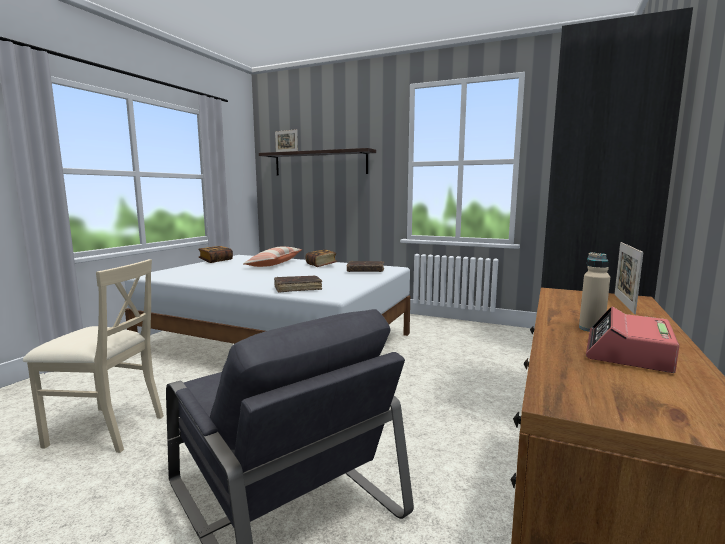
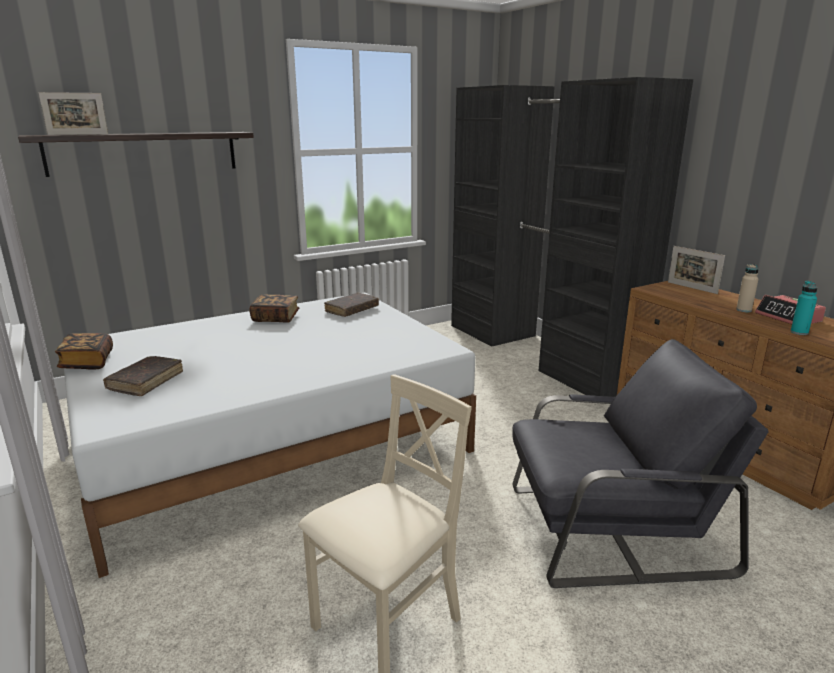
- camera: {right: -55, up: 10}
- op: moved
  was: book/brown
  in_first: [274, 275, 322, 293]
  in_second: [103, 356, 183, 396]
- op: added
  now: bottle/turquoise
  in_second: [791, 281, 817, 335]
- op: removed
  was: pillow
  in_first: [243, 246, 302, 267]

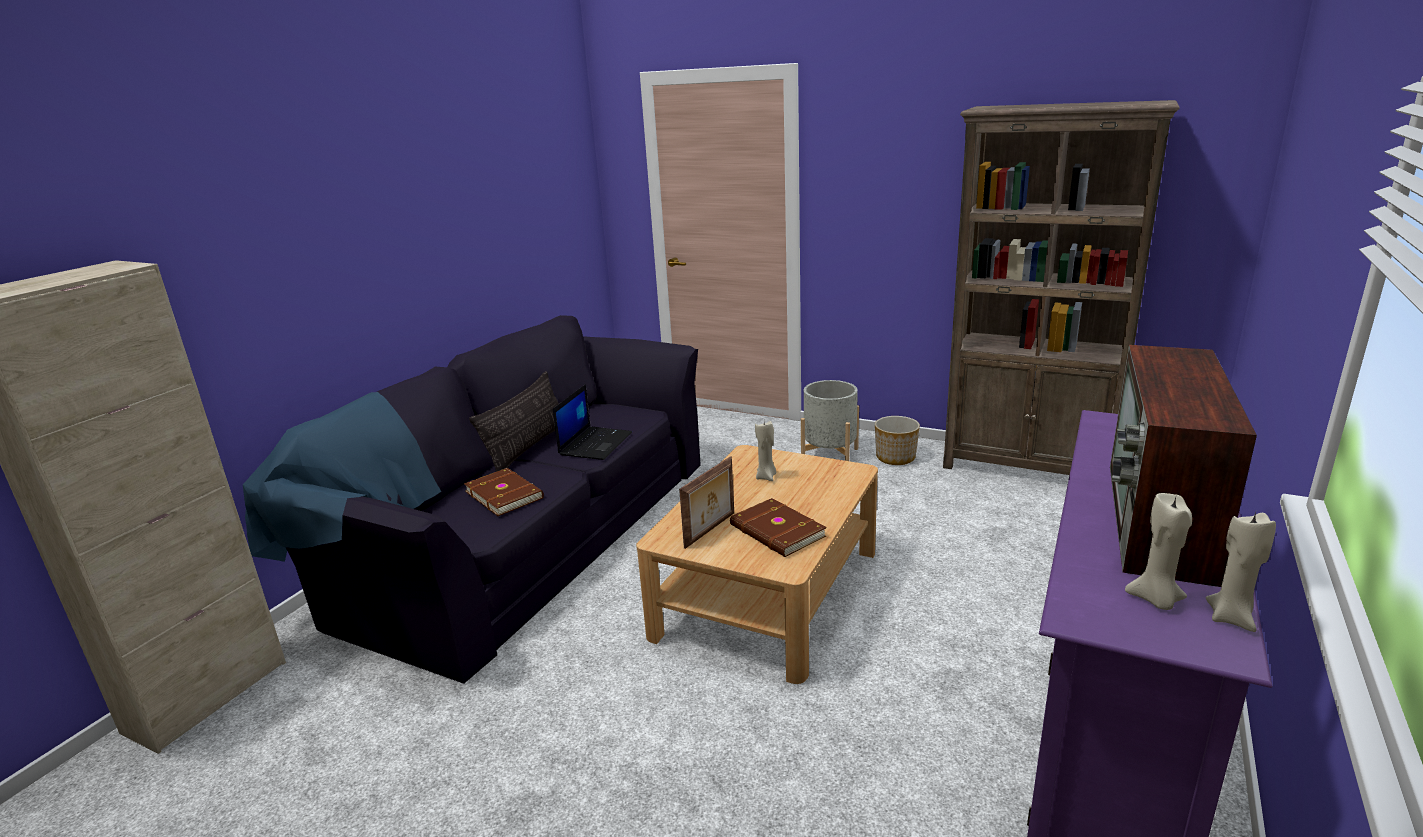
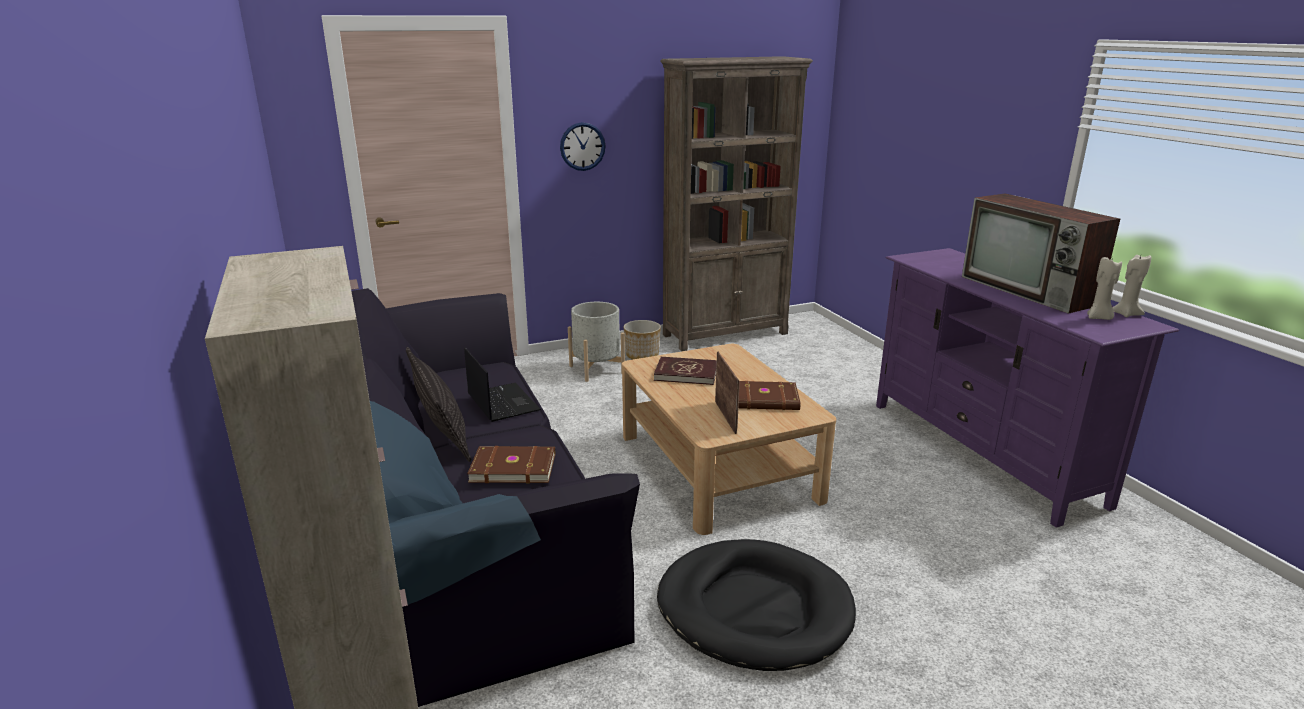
- camera: {right: -50, up: 0}
- op: added
  now: wall clock
  in_second: [560, 122, 606, 171]
- op: replaced
  was: candle/beige
  now: book/red
  in_first: [755, 421, 777, 481]
  in_second: [654, 357, 717, 385]
- op: added
  now: dog bed/black
  in_second: [657, 539, 856, 671]

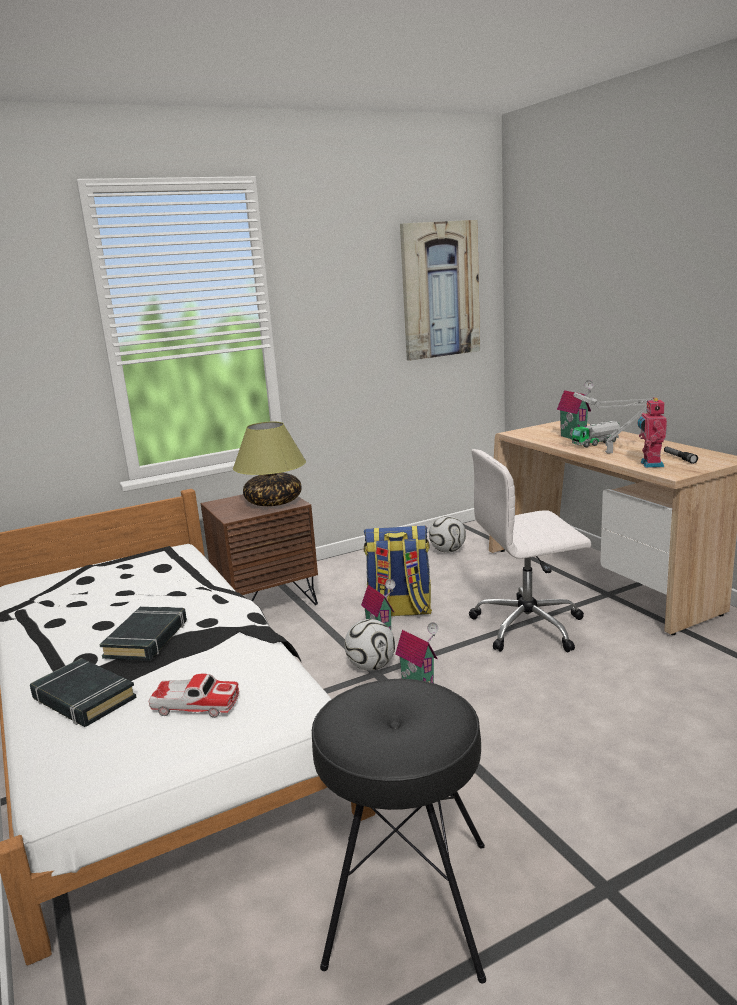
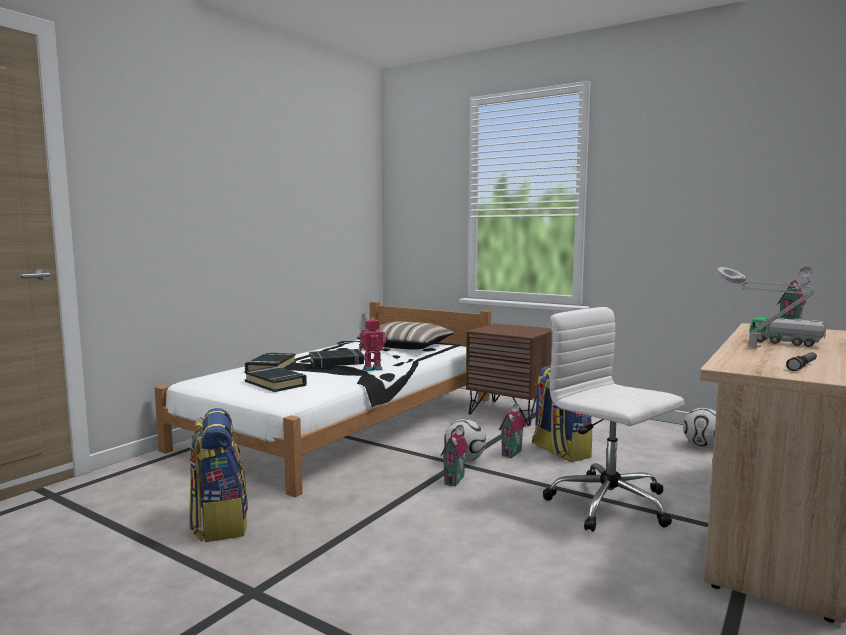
- camera: {right: 60, up: -10}
- op: replaced
  was: stool/black
  now: backpack
  in_first: [312, 678, 486, 984]
  in_second: [189, 408, 248, 542]
- op: replaced
  was: toy car
  now: book/black
  in_first: [148, 674, 239, 718]
  in_second: [245, 366, 307, 392]
- op: added
  now: pillow
  in_second: [357, 321, 454, 350]
- op: moved
  was: toy robot
  in_first: [638, 397, 667, 468]
  in_second: [359, 318, 386, 371]
- op: removed
  was: table lamp
  in_first: [233, 422, 306, 506]
- op: removed
  was: picture
  in_first: [400, 220, 480, 361]

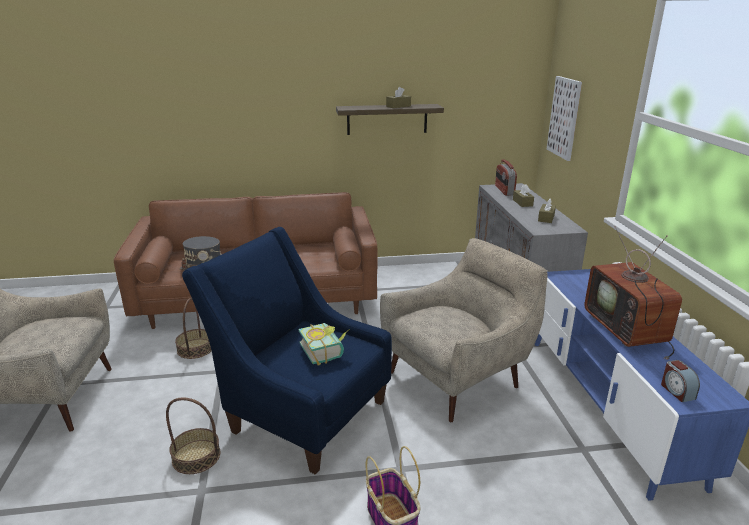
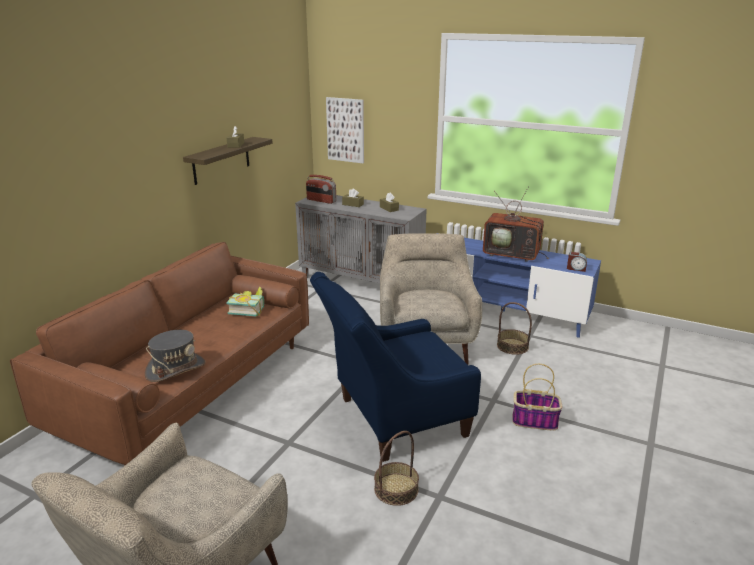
- camera: {right: -55, up: 0}
- op: moved
  was: book
  in_first: [299, 323, 350, 366]
  in_second: [226, 287, 264, 317]
- op: moved
  was: basket
  in_first: [175, 298, 212, 359]
  in_second: [497, 302, 532, 355]

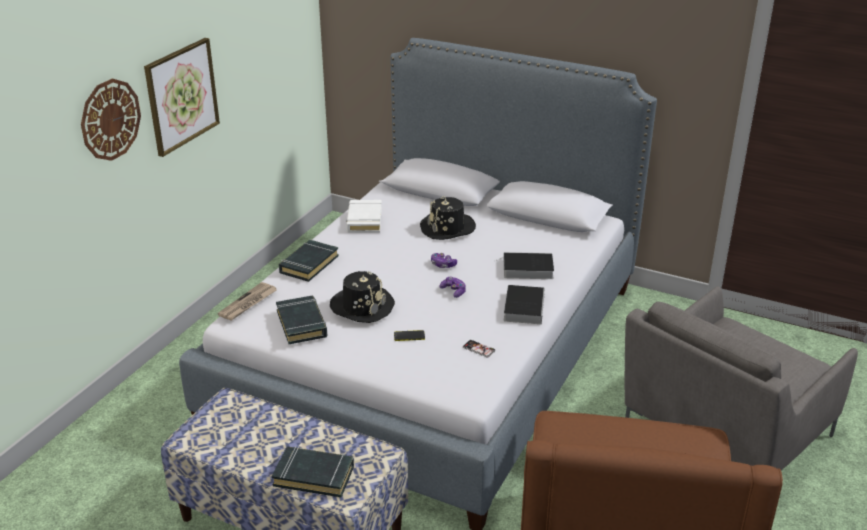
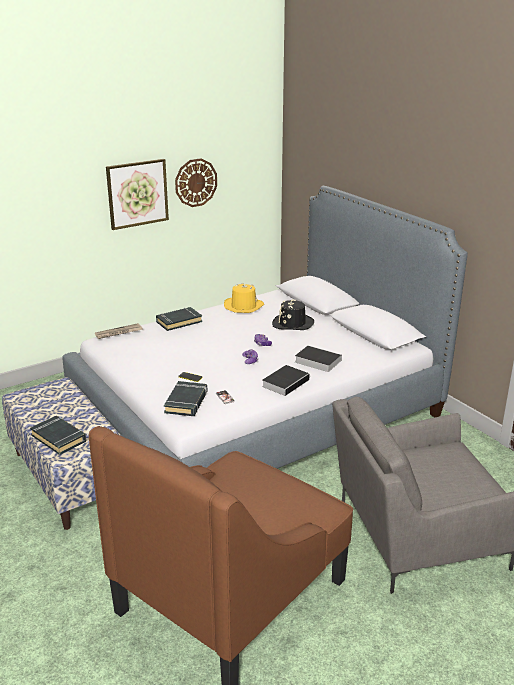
- camera: {right: 30, up: -5}
- op: moved
  was: book/black
  in_first: [276, 296, 327, 344]
  in_second: [164, 381, 207, 416]
- op: moved
  was: wall clock
  in_first: [81, 79, 141, 161]
  in_second: [175, 158, 217, 207]
- op: replaced
  was: book/white
  now: hat/yellow
  in_first: [346, 200, 382, 233]
  in_second: [224, 283, 264, 313]
- op: removed
  was: hat/black
  in_first: [330, 271, 395, 323]

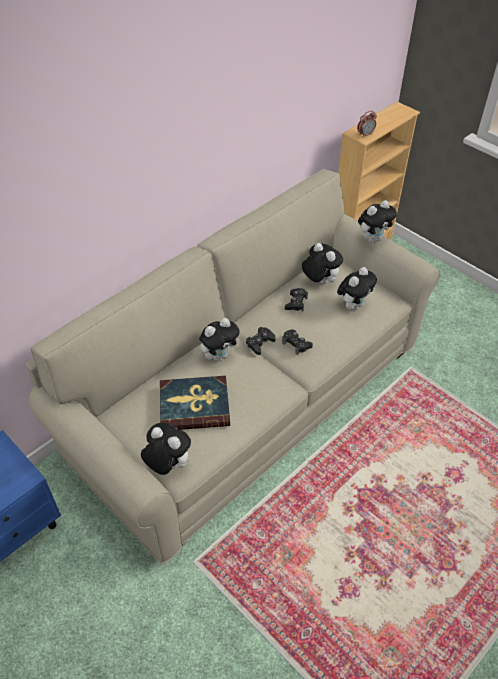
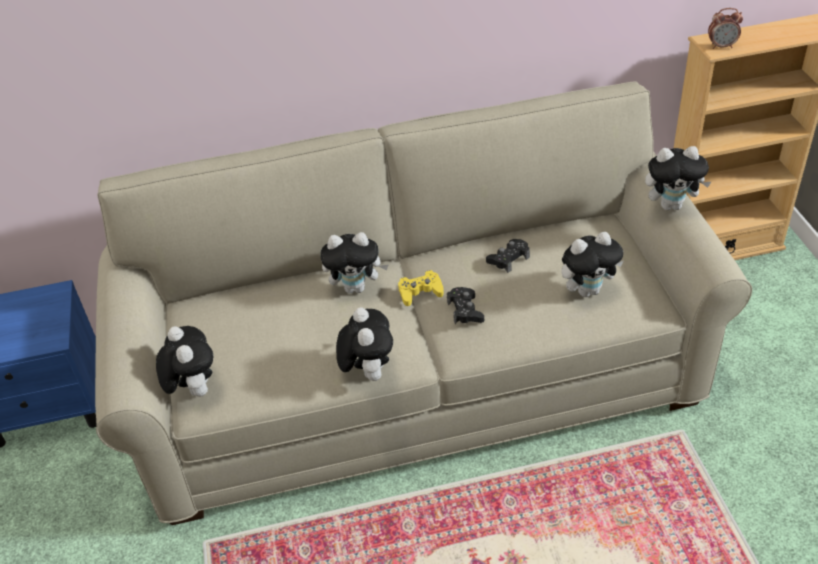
- camera: {right: 35, up: -5}
- op: moved
  was: plush toy
  in_first: [302, 243, 343, 284]
  in_second: [336, 308, 393, 381]
- op: recoloured
  was: game controller/black
  now: game controller/yellow
  in_first: [246, 327, 276, 355]
  in_second: [398, 270, 444, 306]
- op: removed
  was: book
  in_first: [160, 376, 230, 430]

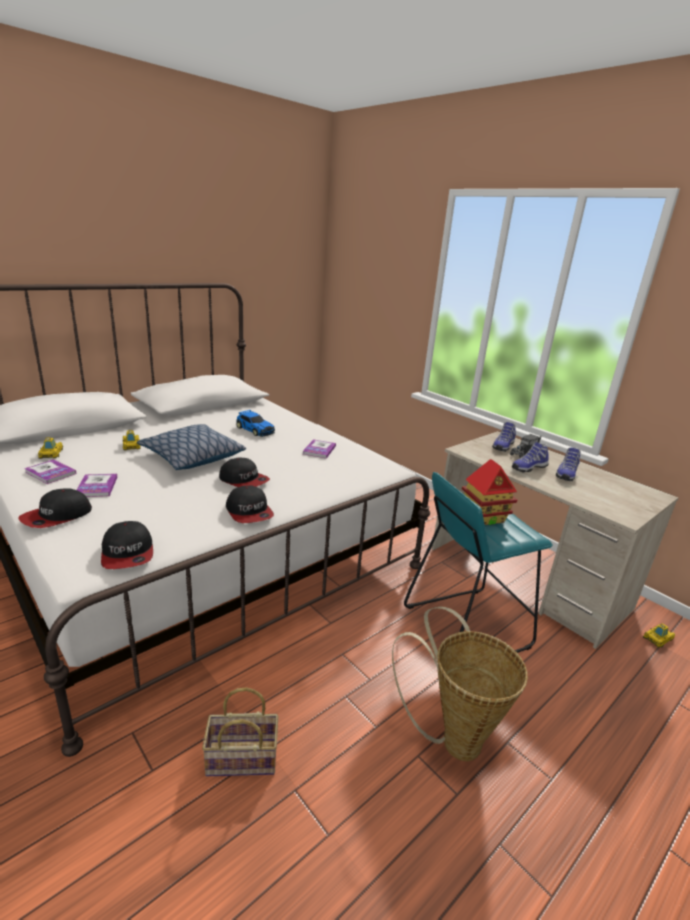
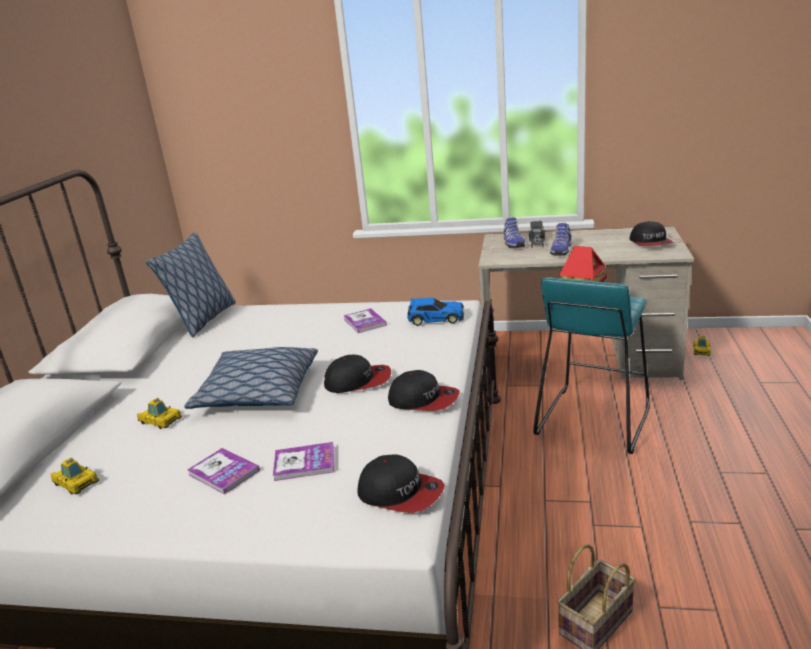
- camera: {right: -35, up: 0}
- op: added
  now: pillow
  in_second: [146, 232, 236, 337]
- op: moved
  was: book
  in_first: [24, 459, 76, 484]
  in_second: [273, 442, 334, 481]
- op: moved
  was: toy car
  in_first: [236, 410, 275, 437]
  in_second: [407, 298, 464, 326]
- op: moved
  was: cap
  in_first: [18, 488, 92, 528]
  in_second: [629, 221, 673, 246]
- op: removed
  was: basket
  in_first: [392, 606, 528, 761]
- op: removed
  was: shoe
  in_first: [556, 447, 580, 481]

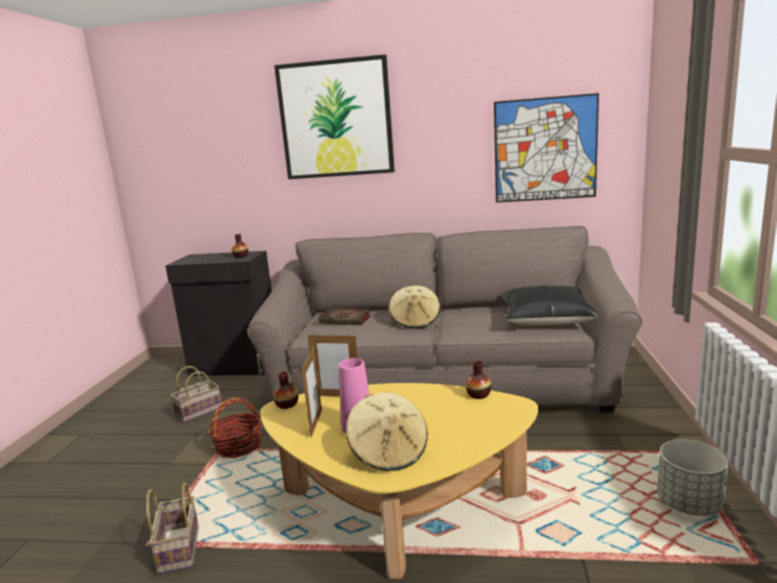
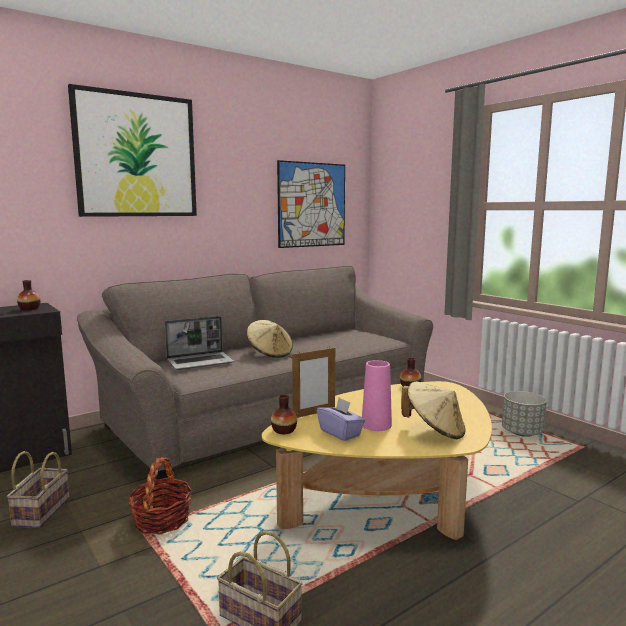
- camera: {right: -45, up: -5}
- op: replaced
  was: book
  now: laptop
  in_first: [318, 308, 371, 325]
  in_second: [165, 316, 234, 370]
- op: replaced
  was: picture frame
  now: tissue box/purple
  in_first: [302, 347, 322, 438]
  in_second: [317, 398, 365, 441]
- op: removed
  was: pillow/black
  in_first: [500, 285, 599, 325]

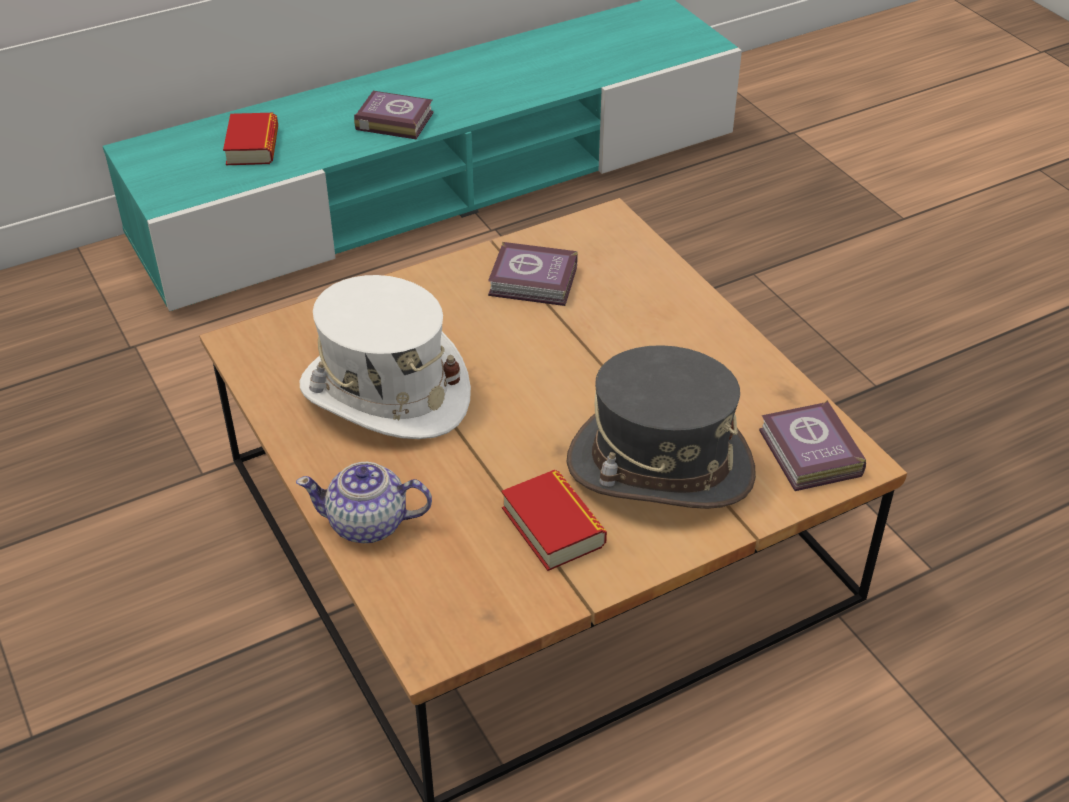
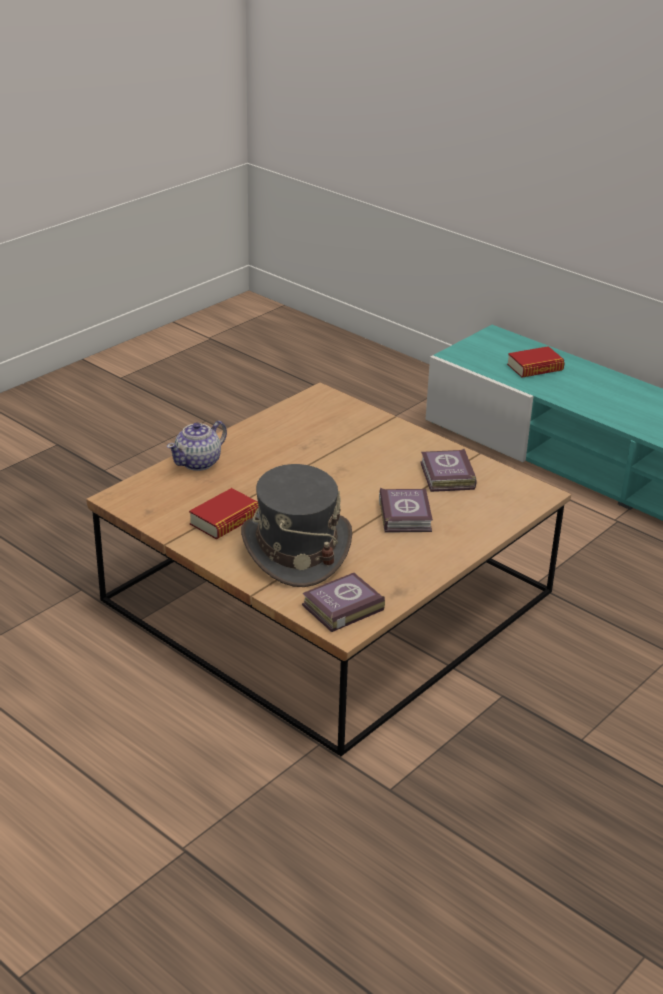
- camera: {right: 70, up: -10}
- op: turned
  was: teapot
  in_first: [296, 462, 432, 543]
  in_second: [167, 421, 227, 471]
  clockwise: -120
- op: moved
  was: book
  in_first: [354, 91, 434, 140]
  in_second: [379, 488, 433, 533]
- op: removed
  was: hat/white
  in_first: [299, 275, 471, 439]

